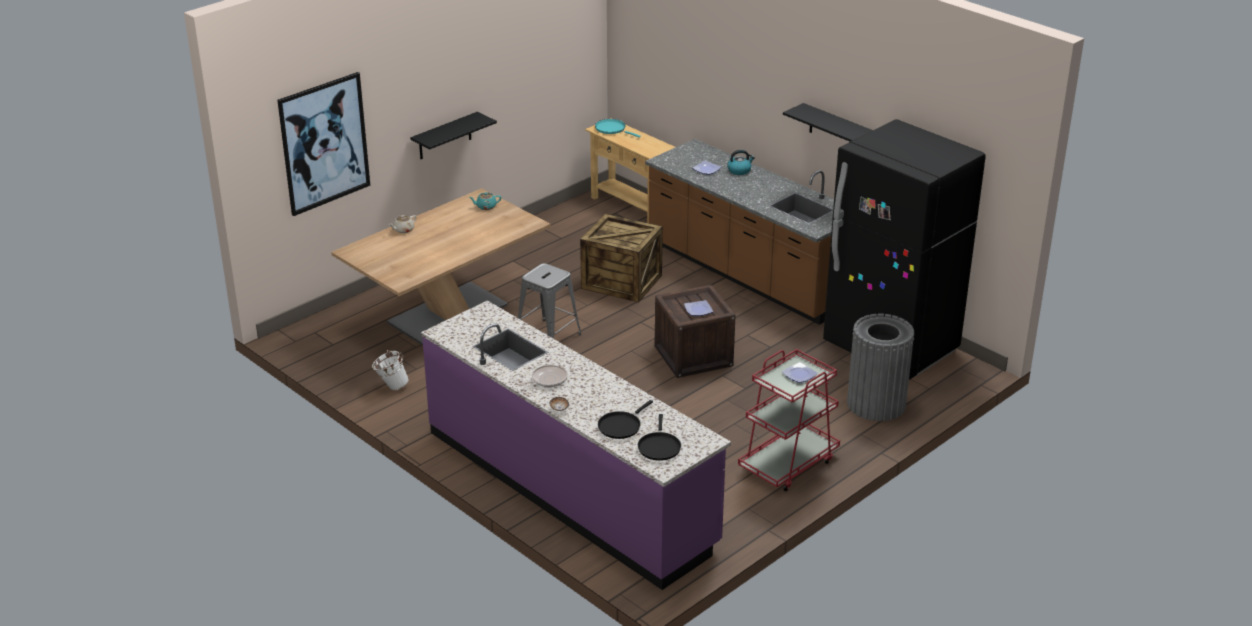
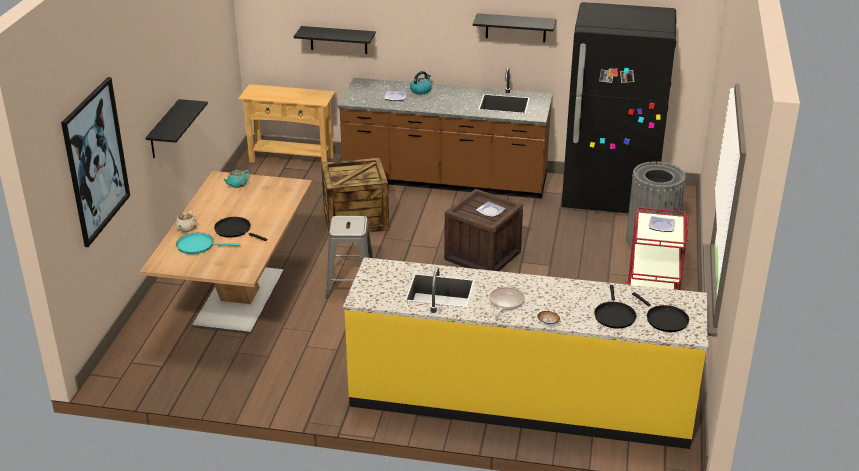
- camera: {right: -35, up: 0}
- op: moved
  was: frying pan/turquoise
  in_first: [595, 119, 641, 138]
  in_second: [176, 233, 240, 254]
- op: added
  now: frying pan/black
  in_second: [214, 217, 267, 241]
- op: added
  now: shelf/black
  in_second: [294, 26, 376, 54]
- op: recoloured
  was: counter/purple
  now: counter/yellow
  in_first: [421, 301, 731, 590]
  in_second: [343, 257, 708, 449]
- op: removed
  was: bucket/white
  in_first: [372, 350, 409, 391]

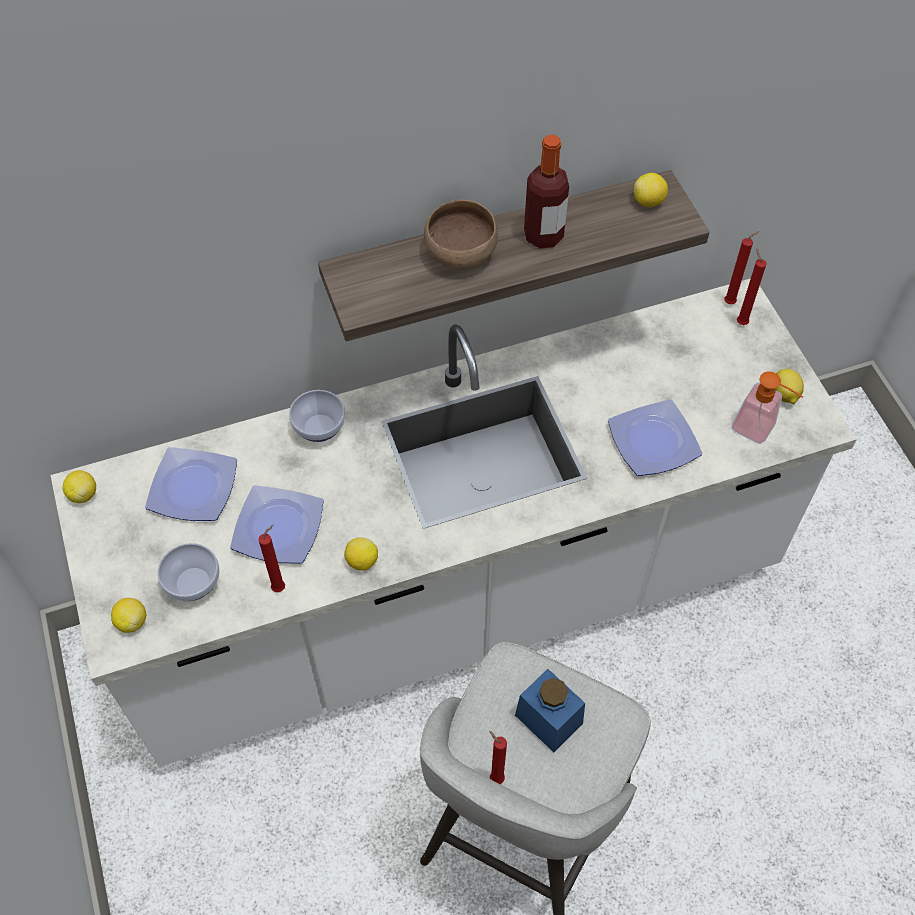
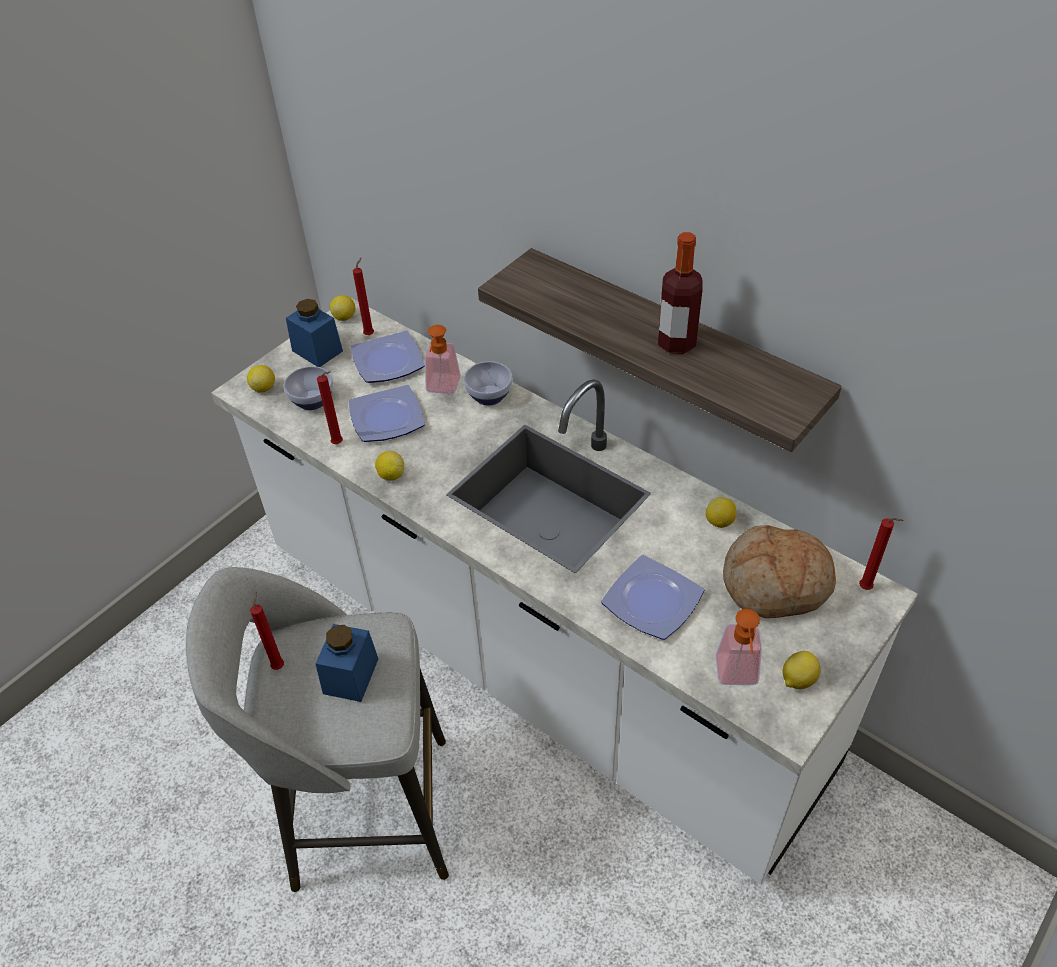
- camera: {right: 60, up: -10}
- op: added
  now: jar/blue
  in_second: [286, 299, 343, 367]
- op: moved
  was: candle/red
  in_first: [737, 248, 767, 325]
  in_second: [353, 257, 374, 335]
- op: added
  now: soap dispenser
  in_second: [425, 325, 461, 394]
- op: moved
  was: lemon
  in_first: [634, 173, 668, 207]
  in_second: [706, 497, 737, 528]
- op: added
  now: bread
  in_second: [723, 525, 836, 618]
- op: removed
  was: bowl/brown
  in_first: [424, 200, 498, 269]

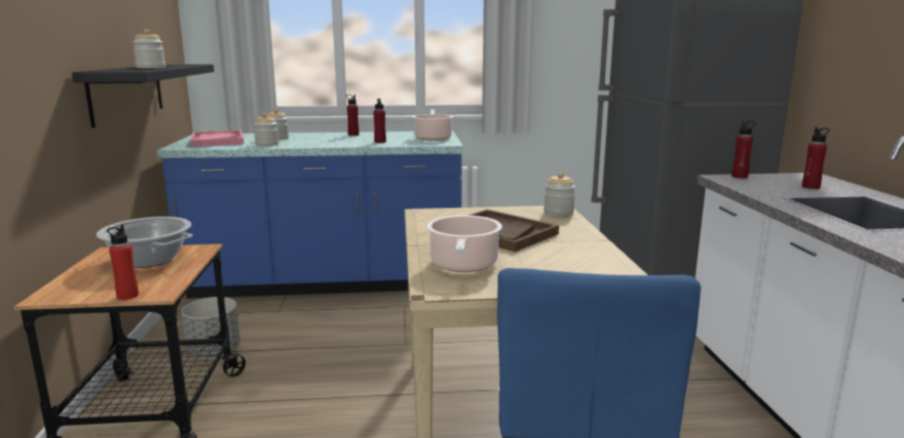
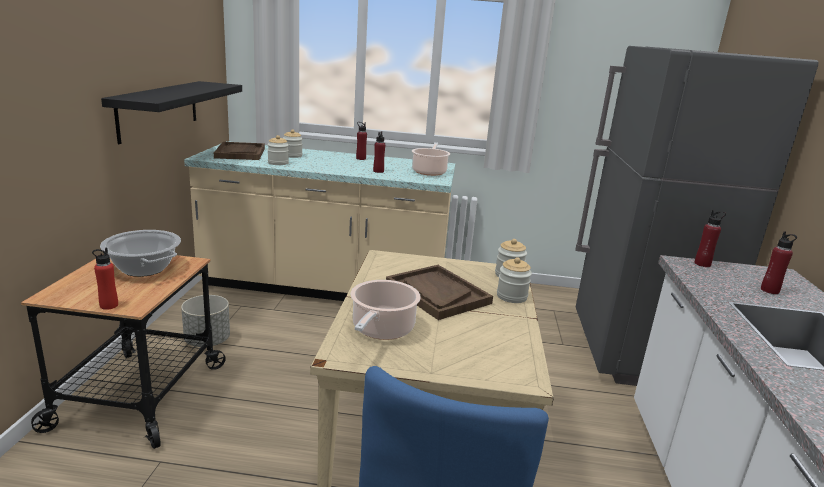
- camera: {right: 10, up: 5}
- op: recoloured
  was: counter/blue
  now: counter/beige
  in_first: [157, 131, 463, 298]
  in_second: [184, 141, 455, 301]
- op: recoloured
  was: tray/pink
  now: tray/brown
  in_first: [190, 130, 244, 147]
  in_second: [214, 142, 265, 160]
- op: moved
  was: jar
  in_first: [133, 29, 166, 68]
  in_second: [497, 257, 532, 303]

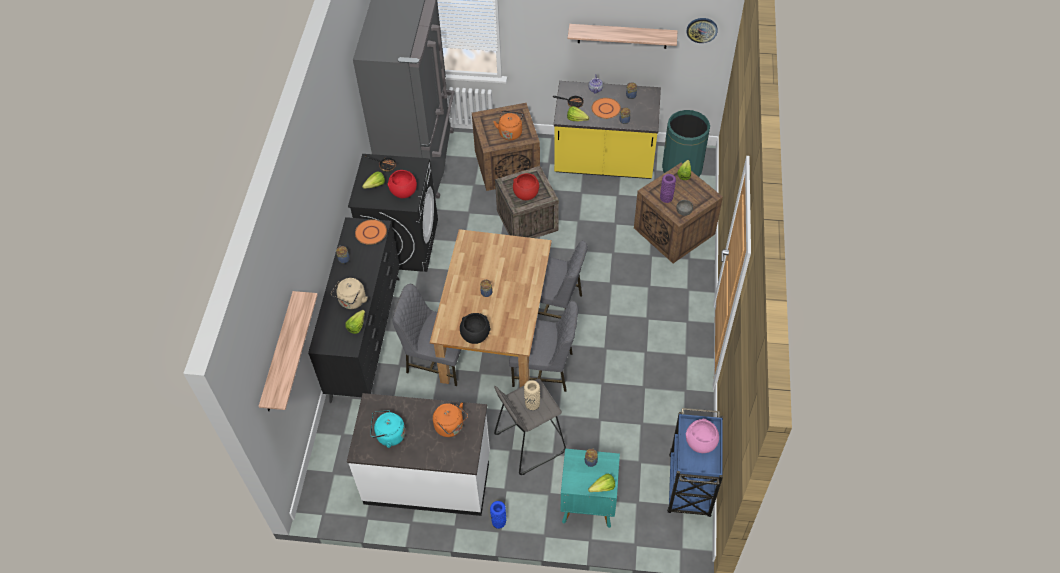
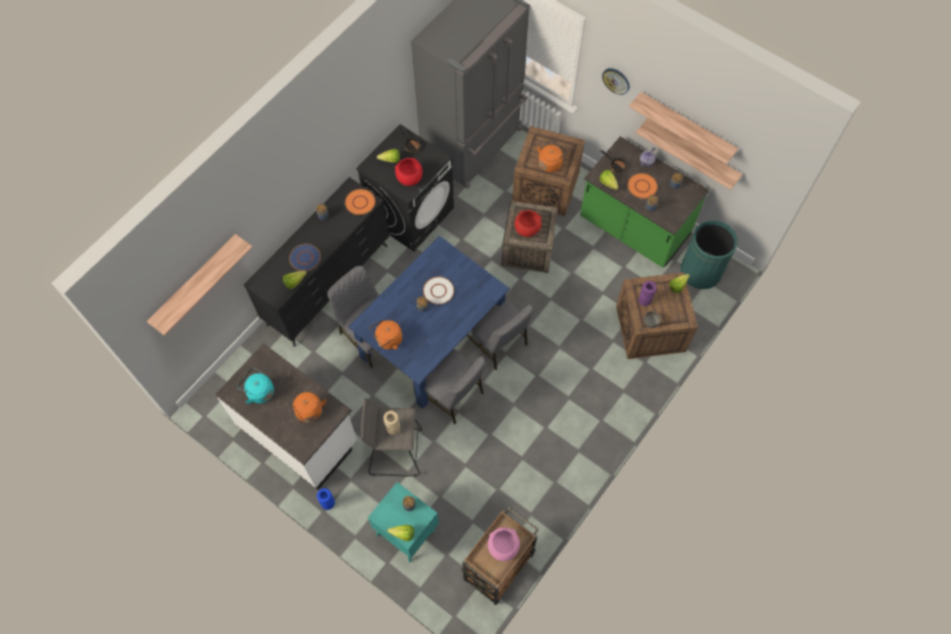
- camera: {right: 30, up: 10}
- op: replaced
  was: kettle/beige
  now: plate/blue
  in_first: [331, 278, 367, 309]
  in_second: [289, 244, 321, 271]
- op: recoloured
  was: dining table/brown
  now: dining table/blue
  in_first: [430, 229, 552, 387]
  in_second: [348, 236, 510, 409]
- op: replaced
  was: bowl/black
  now: kettle/orange
  in_first: [460, 313, 491, 344]
  in_second: [370, 320, 402, 350]
- op: added
  now: plate/white
  in_second: [423, 277, 454, 305]
- op: recoloured
  was: cart/blue
  now: cart/brown
  in_first: [667, 408, 723, 517]
  in_second: [461, 507, 539, 605]
- op: recoloured
  was: counter/yellow
  now: counter/green
  in_first: [554, 81, 661, 179]
  in_second: [580, 136, 709, 268]
- op: moved
  was: wall clock
  in_first: [687, 18, 717, 43]
  in_second: [602, 68, 630, 95]
- op: added
  now: shelf
  in_second: [636, 118, 742, 190]

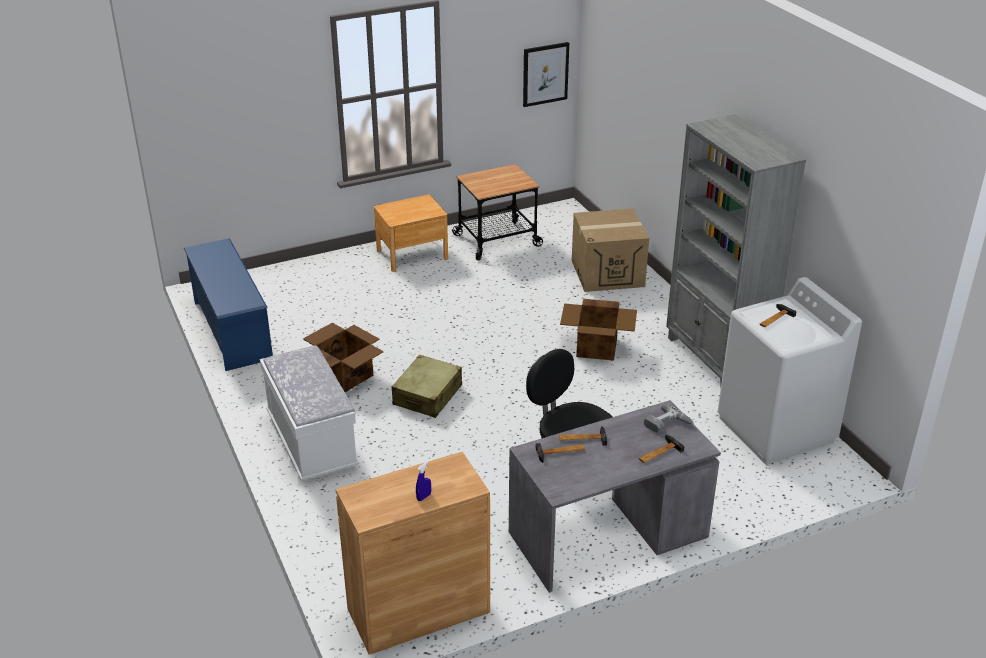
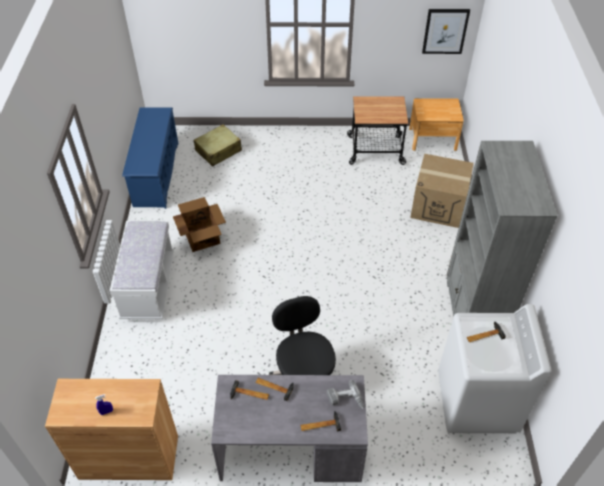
- camera: {right: 25, up: 15}
- op: moved
  was: suitcase/beige
  in_first: [392, 355, 462, 418]
  in_second: [194, 124, 242, 167]
- op: moved
  was: nightstand/brown
  in_first: [374, 195, 448, 272]
  in_second: [409, 98, 464, 151]
- op: removed
  was: cardboard box
  in_first: [560, 299, 637, 361]

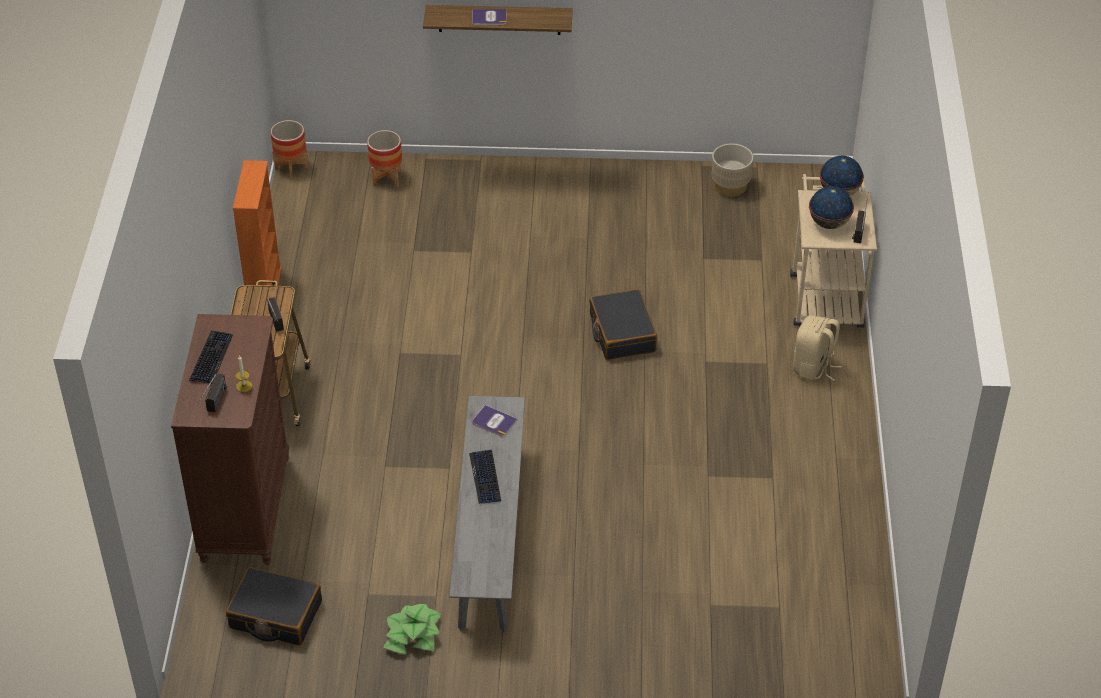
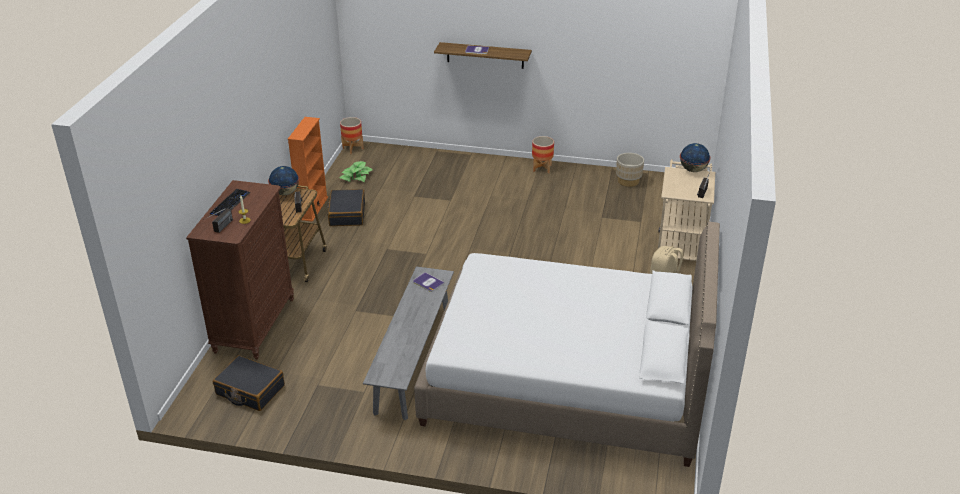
- camera: {right: 10, up: -10}
- op: moved
  was: globe
  in_first: [809, 186, 854, 229]
  in_second: [268, 166, 299, 195]
- op: moved
  was: suitcase/black
  in_first: [589, 289, 657, 360]
  in_second: [327, 189, 365, 226]
- op: moved
  was: potted plant
  in_first: [383, 604, 440, 655]
  in_second: [339, 161, 372, 182]
- op: added
  now: bed/white
  in_second: [414, 222, 720, 467]
- op: moved
  was: planter
  in_first: [367, 130, 402, 187]
  in_second: [532, 136, 554, 174]
- op: removed
  was: keyboard
  in_first: [469, 450, 501, 504]

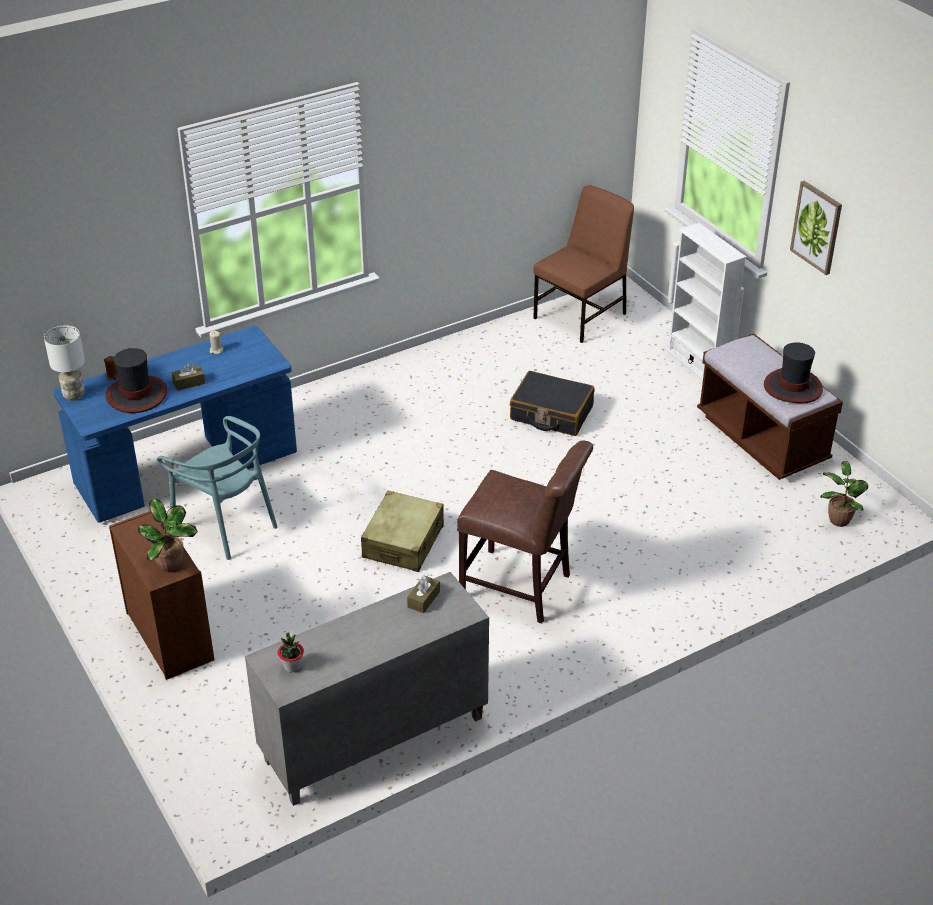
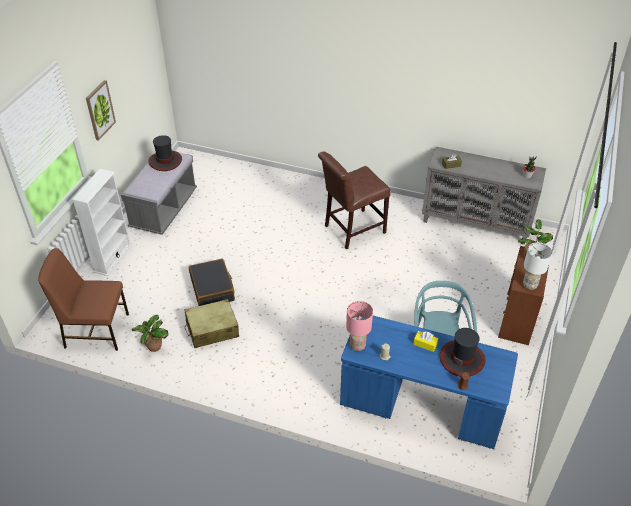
- camera: {right: -130, up: 5}
- op: recoloured
  was: bench/brown
  now: bench/grey
  in_first: [697, 333, 843, 480]
  in_second: [121, 152, 197, 235]
- op: moved
  was: potted plant
  in_first: [820, 461, 868, 527]
  in_second: [132, 315, 168, 352]
- op: moved
  was: suitcase/beige
  in_first: [361, 491, 444, 572]
  in_second: [184, 299, 239, 348]
- op: turned
  was: chair/brown
  in_first: [457, 441, 593, 623]
  in_second: [318, 152, 391, 249]
  clockwise: -105
- op: added
  now: table lamp/pink
  in_second: [346, 301, 373, 351]
- op: recoloured
  was: tissue box/brown
  now: tissue box/yellow
  in_first: [172, 363, 205, 391]
  in_second: [413, 331, 438, 352]
- op: moved
  was: table lamp/white
  in_first: [44, 325, 85, 401]
  in_second: [523, 242, 552, 290]

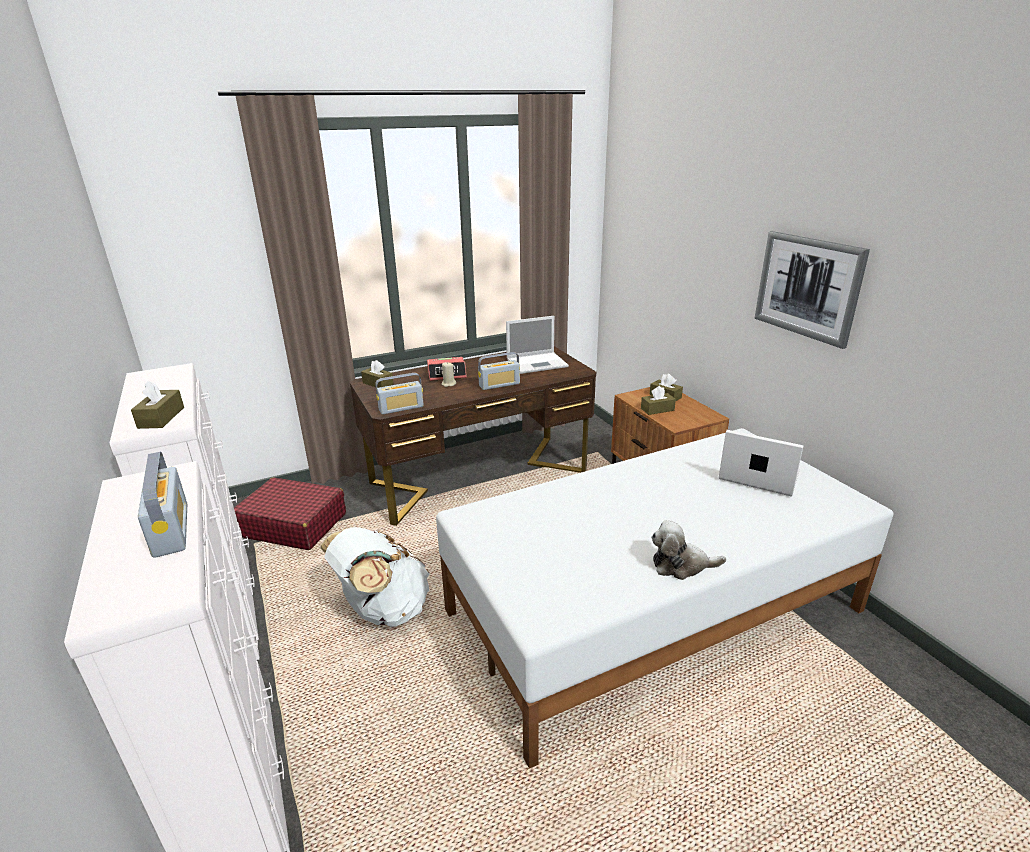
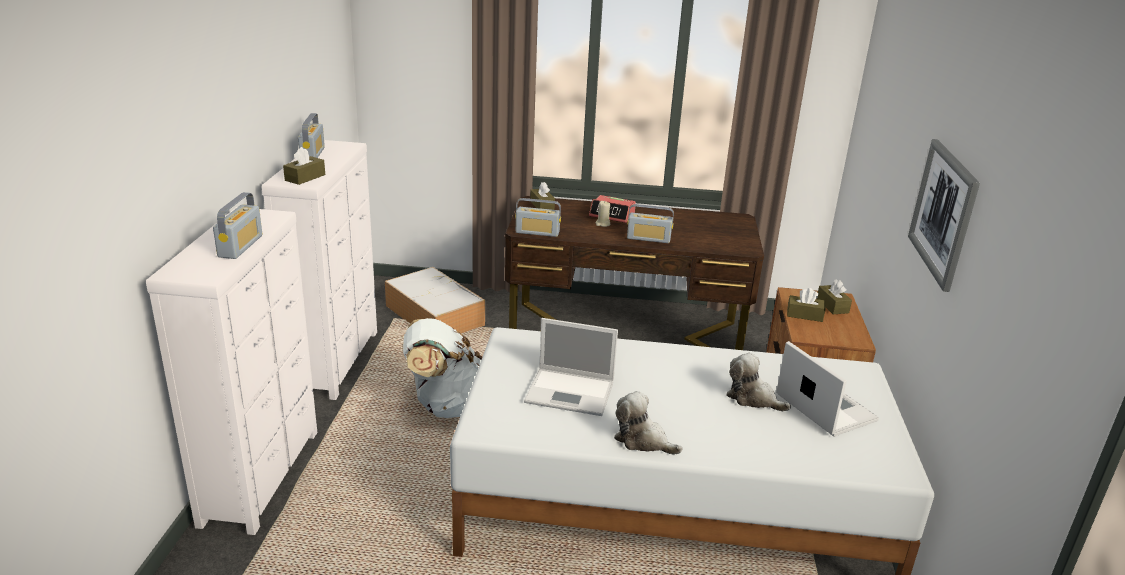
- camera: {right: 30, up: 0}
- op: added
  now: radio
  in_second: [298, 113, 325, 158]
- op: replaced
  was: suitcase/red
  now: storage box
  in_first: [234, 477, 346, 550]
  in_second: [385, 267, 485, 333]
- op: moved
  was: laptop
  in_first: [506, 316, 569, 374]
  in_second: [524, 318, 618, 416]
- op: added
  now: plush toy
  in_second: [726, 353, 791, 411]

